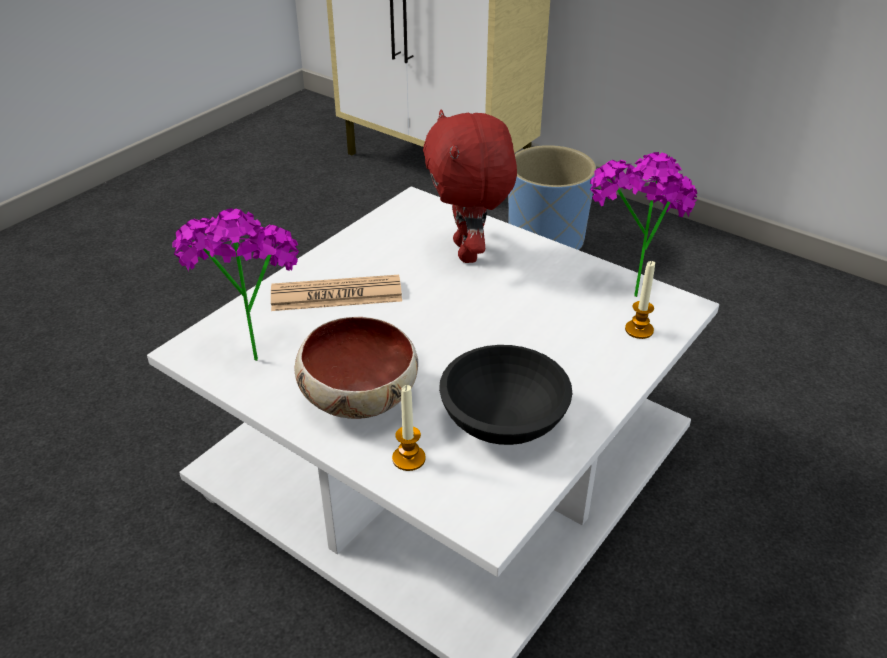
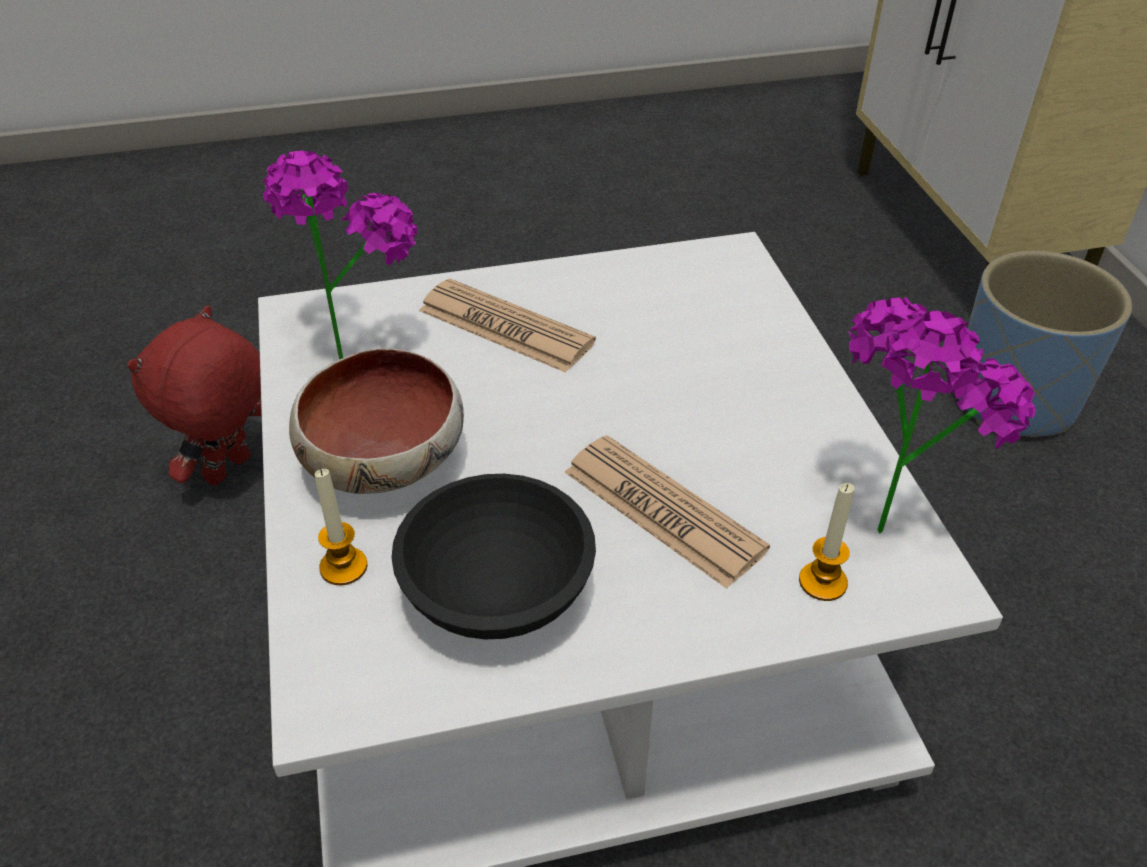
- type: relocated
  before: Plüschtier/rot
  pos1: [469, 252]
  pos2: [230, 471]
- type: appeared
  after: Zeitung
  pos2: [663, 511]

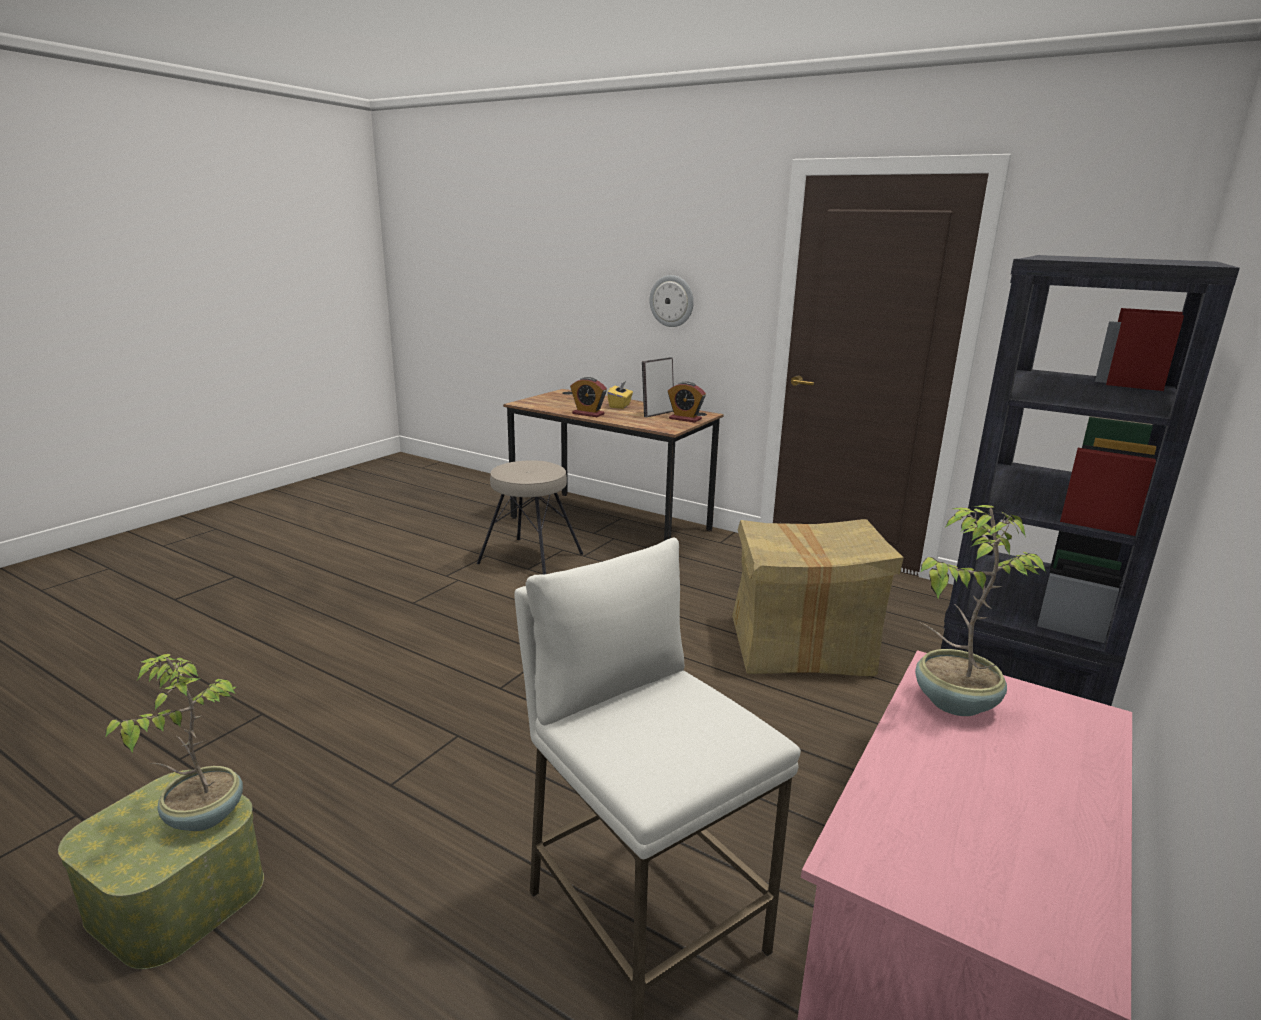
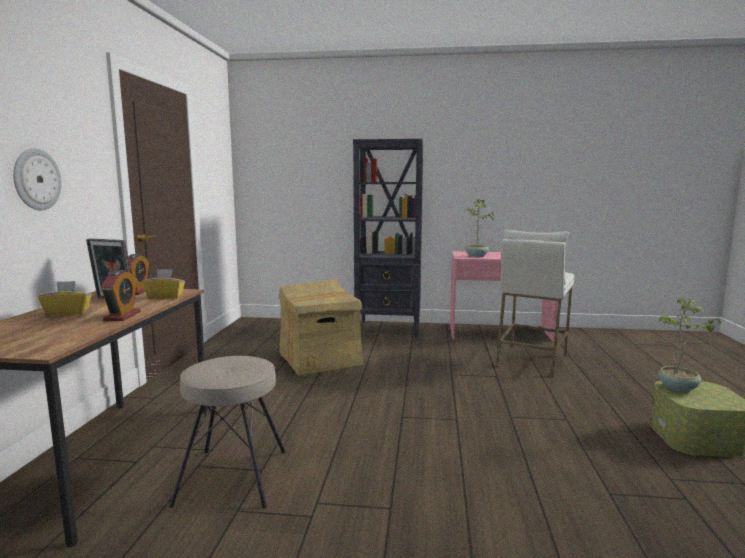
- type: appeared
  after: Taschentuchbox/gelb
  pos2: [165, 296]

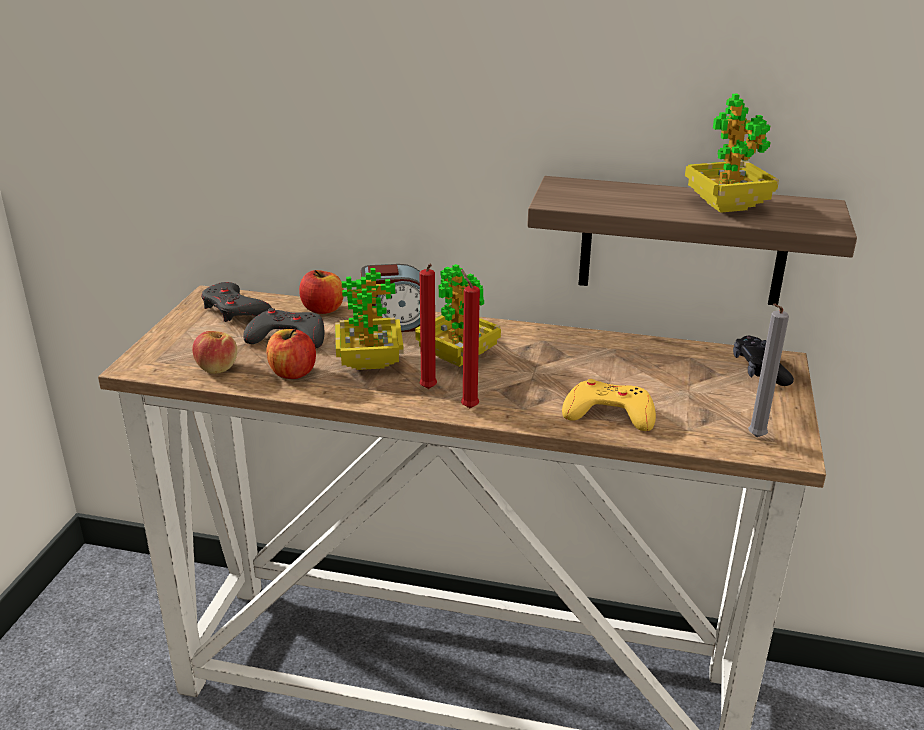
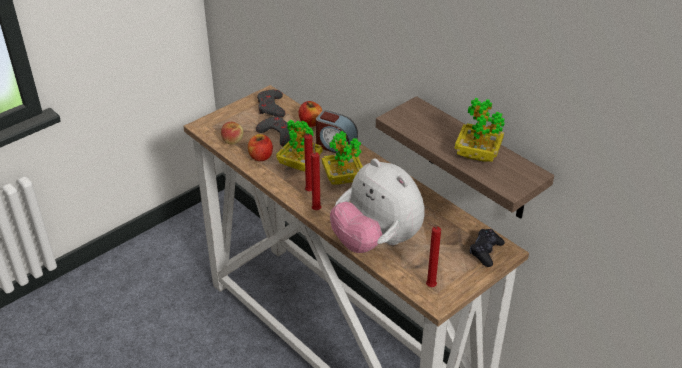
- type: exchanged
  before: Gamepad/gelb
  after: Plüschtier
  pos1: [609, 413]
  pos2: [376, 241]
- type: colour
  before: Kerze/grau
  after: Kerze/rot
  pos1: [754, 438]
  pos2: [429, 286]

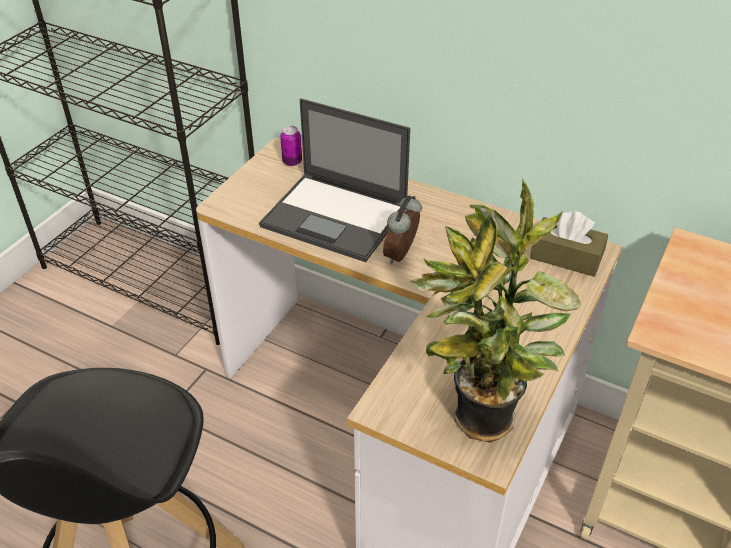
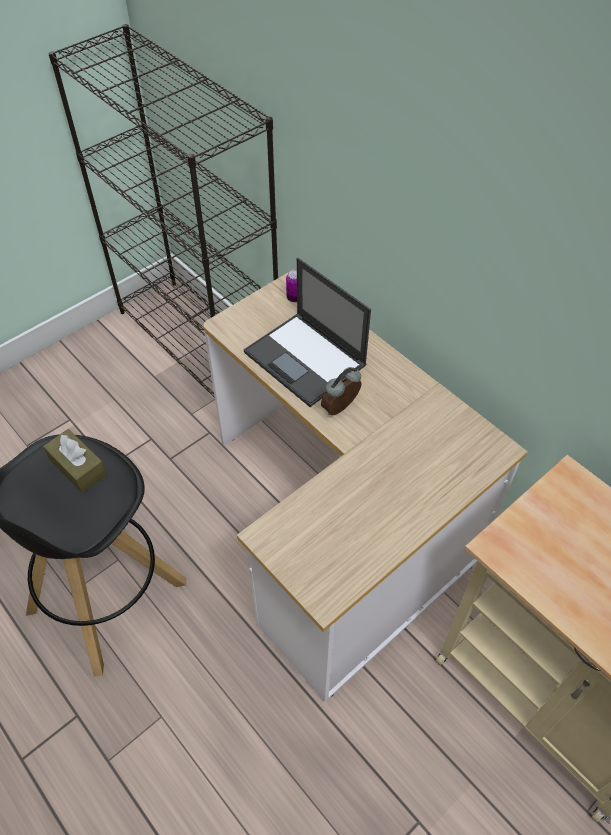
- type: missing
  before: Topfpflanze
  pos1: [479, 423]
- type: relocated
  before: Taschentuchbox/braun
  pos1: [566, 257]
  pos2: [78, 467]

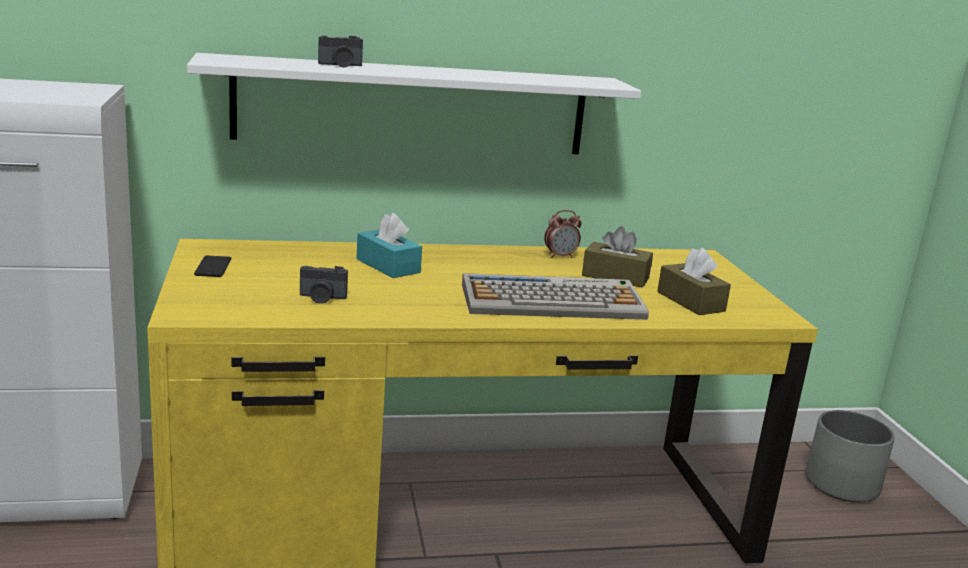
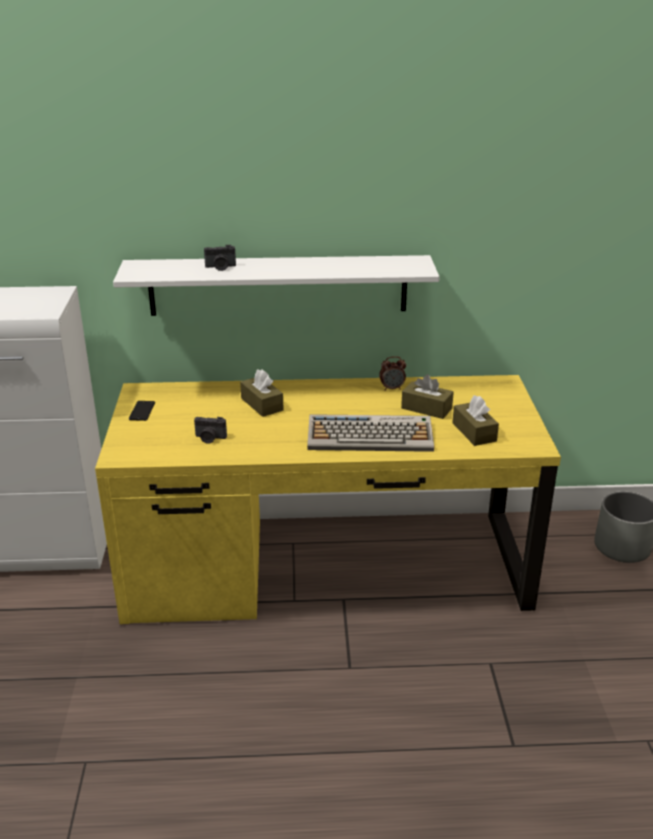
- type: colour
  before: Taschentuchbox/türkis
  after: Taschentuchbox/braun
  pos1: [388, 266]
  pos2: [262, 404]

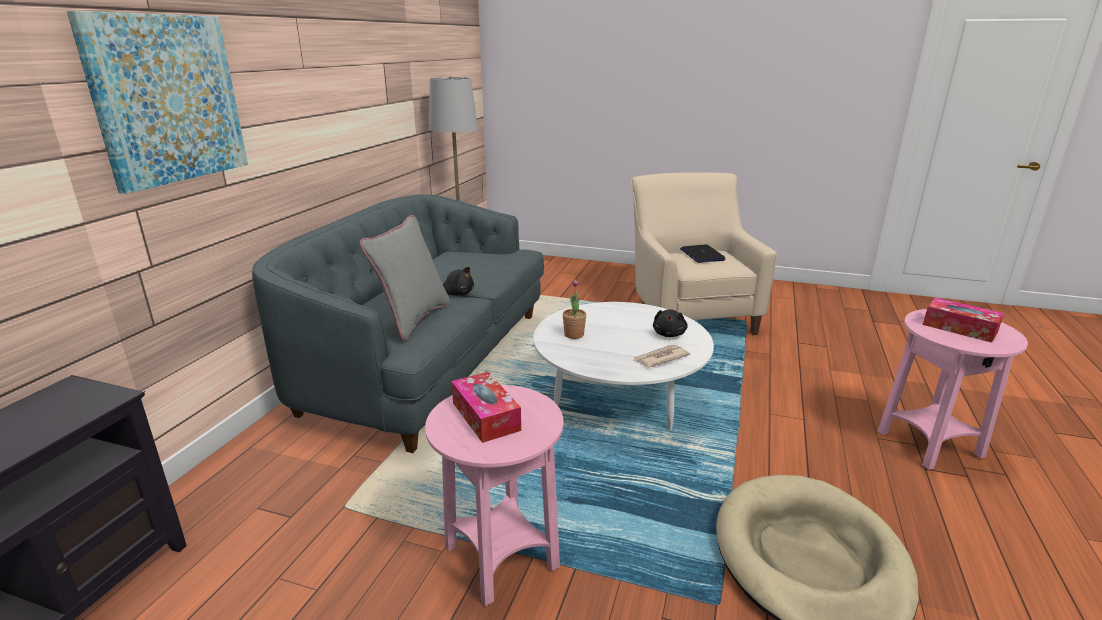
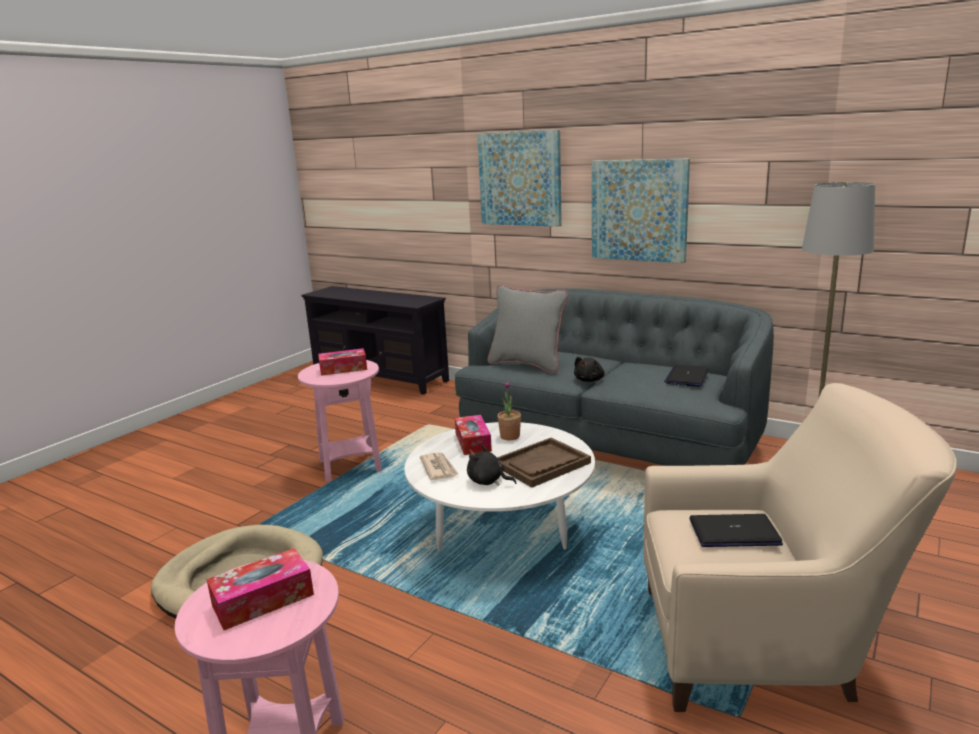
- type: appeared
  after: Taschentuchbox
  pos2: [473, 442]
- type: appeared
  after: Tablett/braun
  pos2: [542, 464]
- type: appeared
  after: Bild
  pos2: [639, 210]
- type: appeared
  after: Laptop
  pos2: [687, 377]

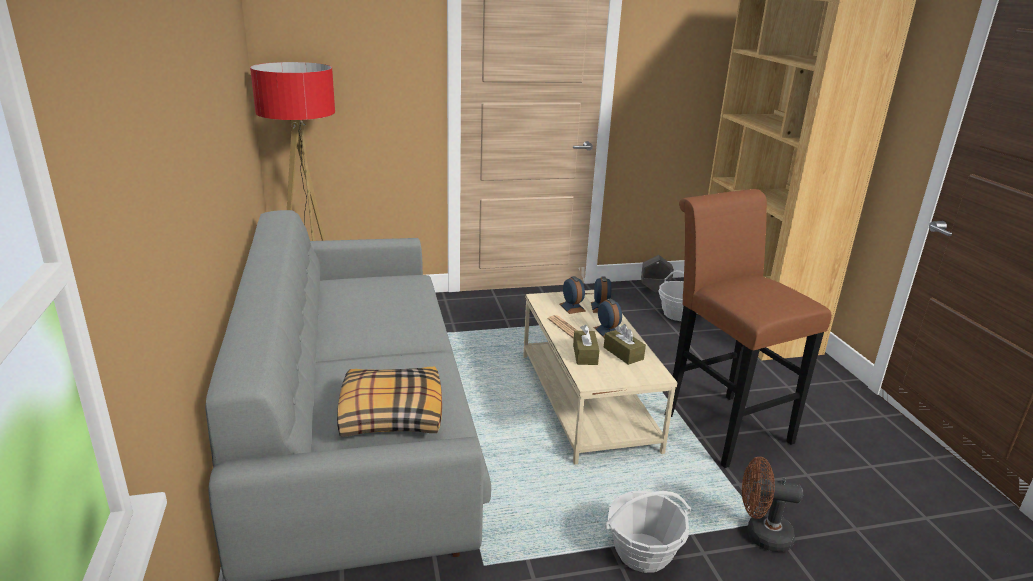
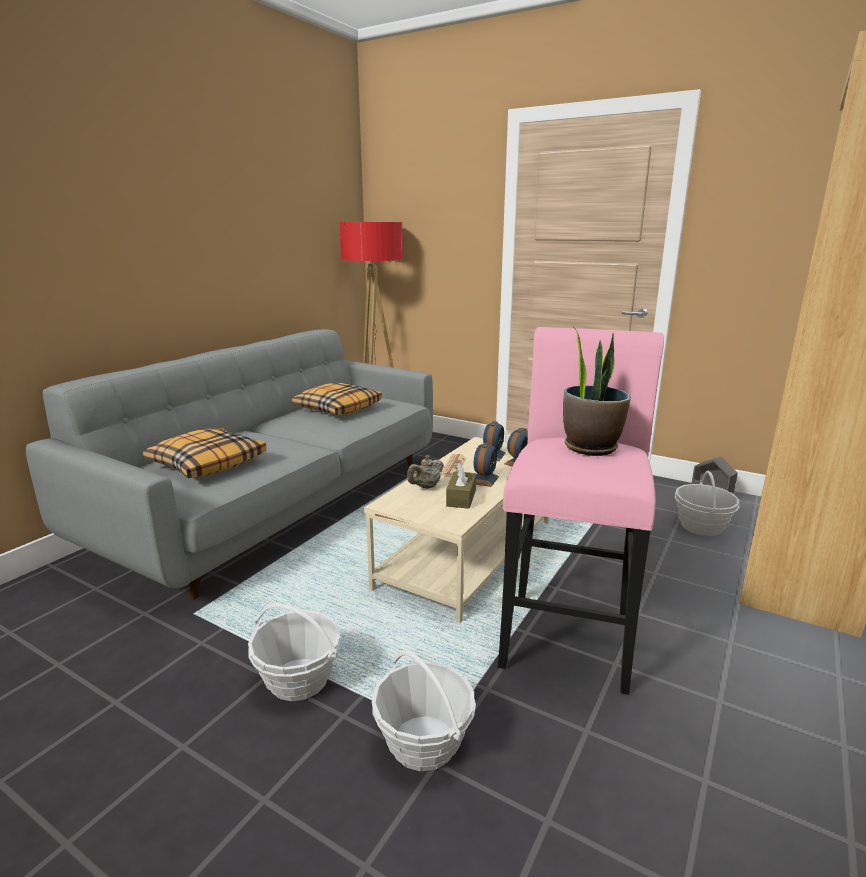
- type: exchanged
  before: Taschentuchbox/braun
  after: Teekanne/beige
  pos1: [585, 354]
  pos2: [426, 487]
- type: colour
  before: Hocker/braun
  after: Hocker/rosa
  pos1: [721, 424]
  pos2: [568, 632]
- type: exchanged
  before: Ventilator/braun
  after: Korb
  pos1: [761, 535]
  pos2: [423, 742]
- type: appeared
  after: Kissen
  pos2: [337, 408]
- type: appeared
  after: Topfpflanze
  pos2: [590, 447]

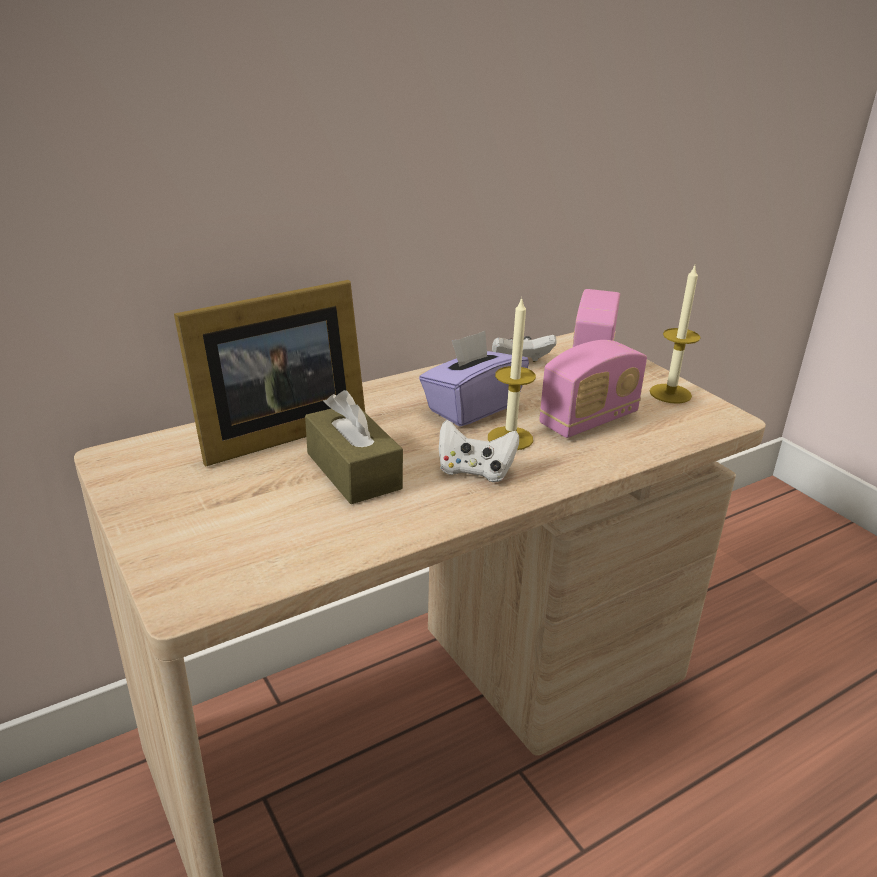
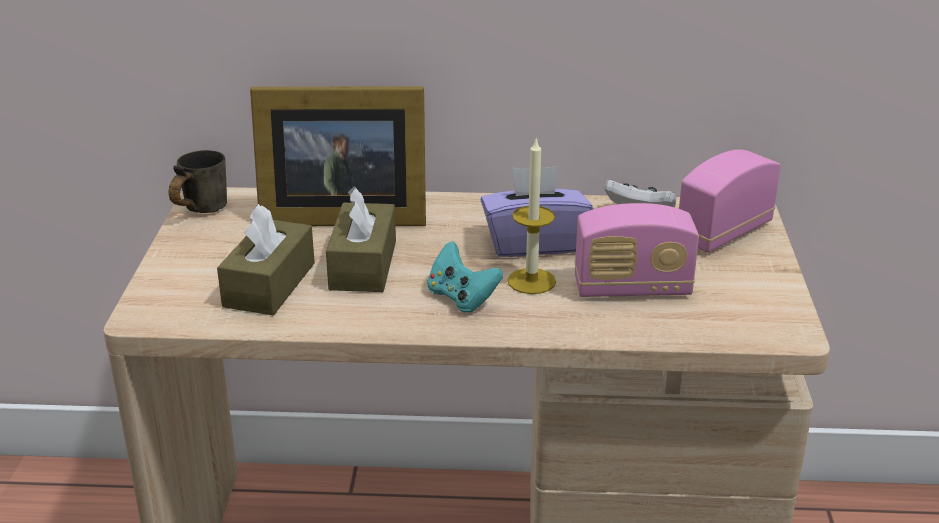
- type: colour
  before: Gamepad/weiß
  after: Gamepad/türkis
  pos1: [475, 471]
  pos2: [461, 298]
- type: missing
  before: Kerze
  pos1: [670, 393]
- type: appeared
  after: Henkelbecher/grau
  pos2: [196, 210]
- type: appeared
  after: Taschentuchbox/braun
  pos2: [269, 285]

